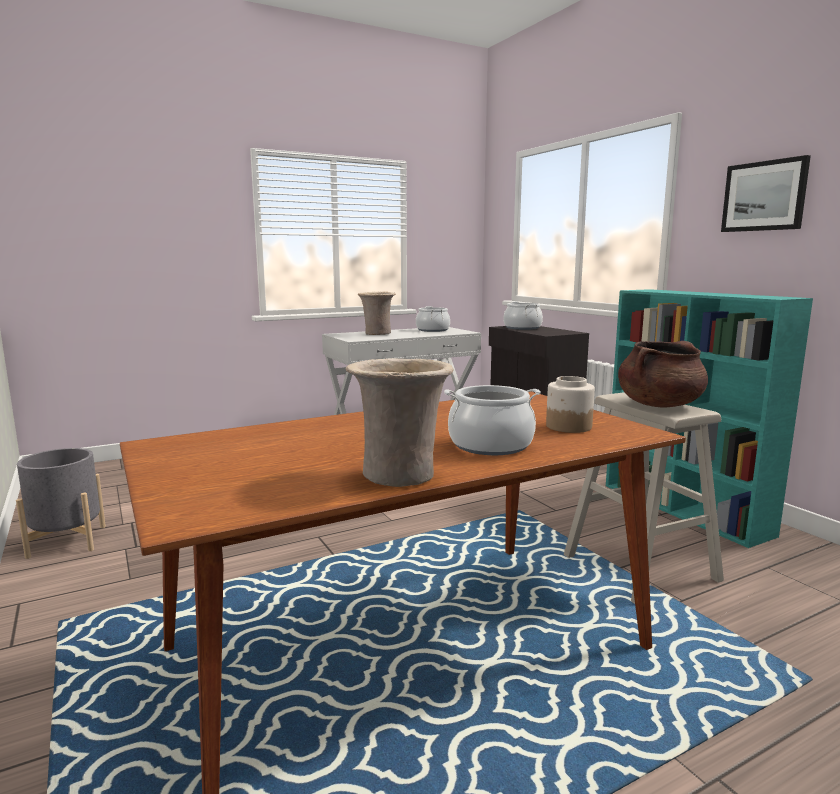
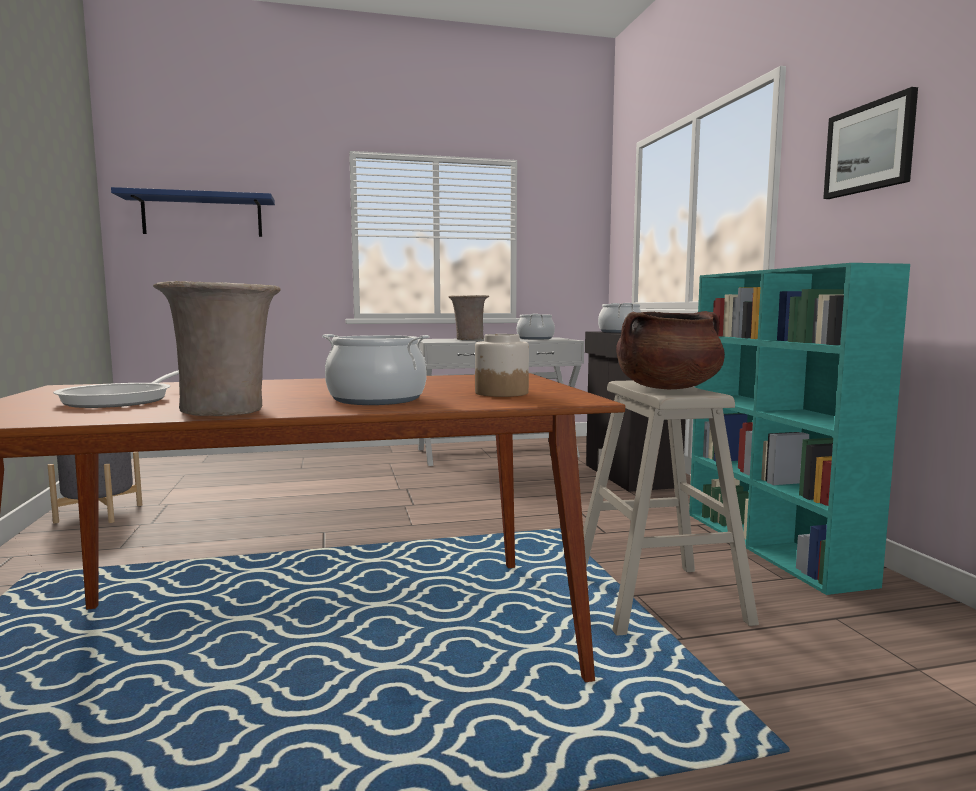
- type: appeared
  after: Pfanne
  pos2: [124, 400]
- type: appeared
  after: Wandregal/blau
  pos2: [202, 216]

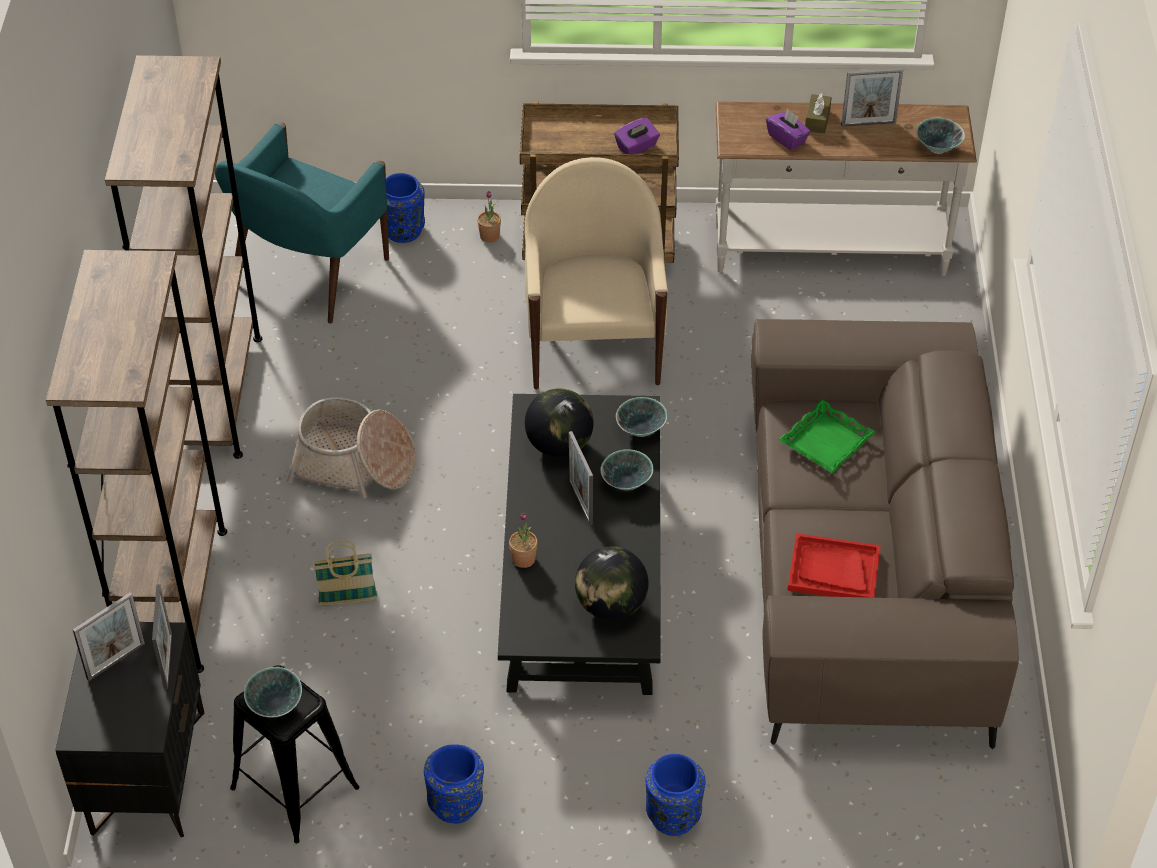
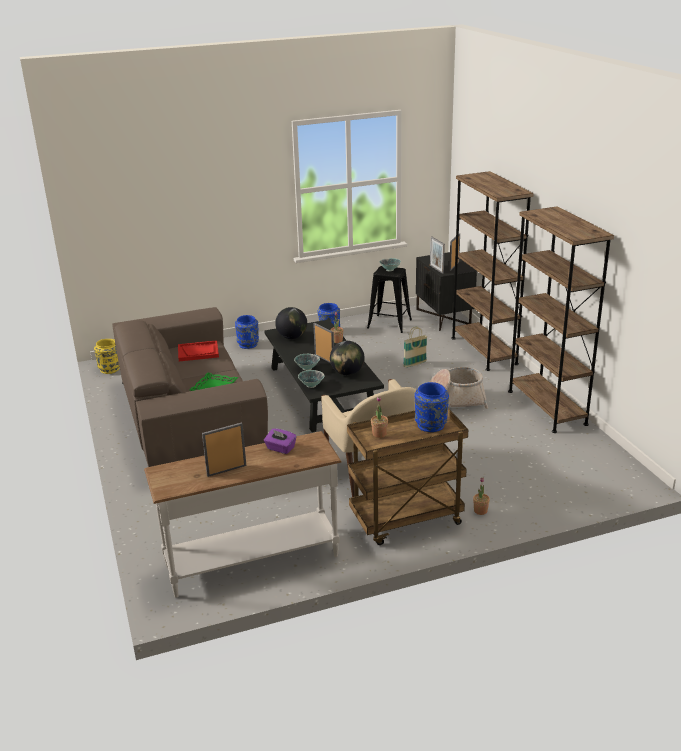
- type: missing
  before: Sessel/türkis
  pos1: [308, 273]
- type: relocated
  before: Vase/blau
  pos1: [403, 229]
  pos2: [431, 426]
- type: exchanged
  before: Taschentuchbox/lila
  after: Topfpflanze
  pos1: [637, 147]
  pos2: [379, 434]
- type: missing
  before: Taschentuchbox/braun
  pos1: [817, 120]
- type: missing
  before: Schüssel
  pos1: [937, 148]
- type: appeared
  after: Vase/gelb
  pos2: [110, 369]

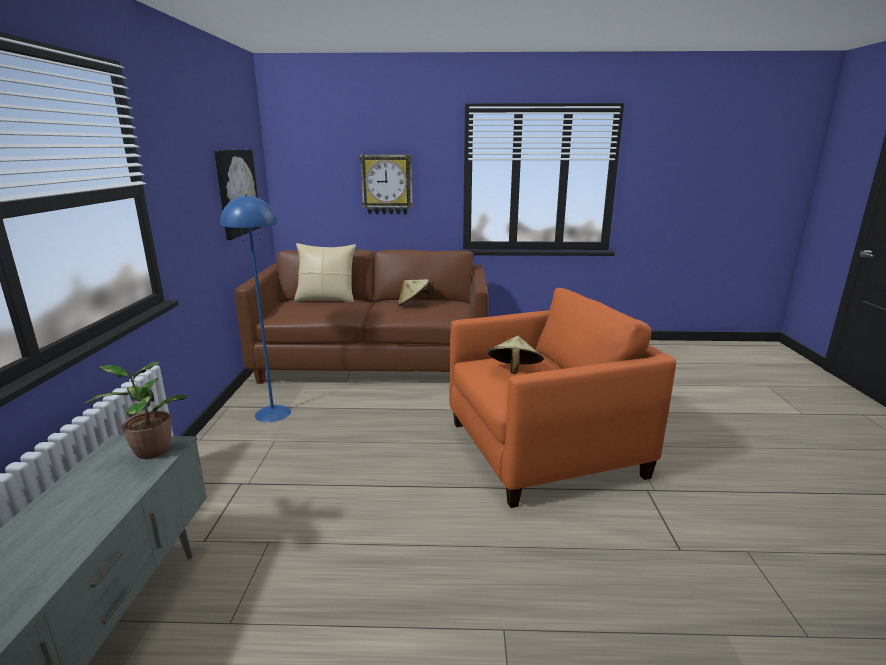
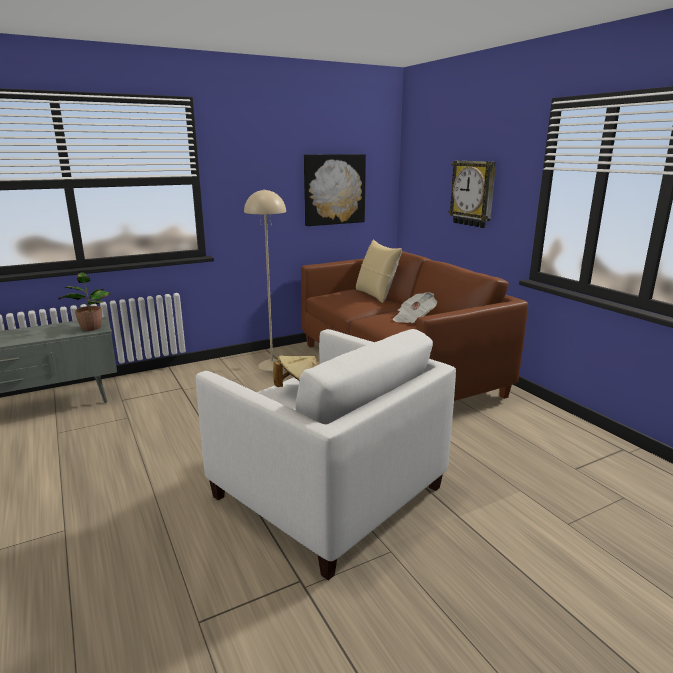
- type: colour
  before: Stehlampe/blau
  after: Stehlampe/beige
  pos1: [273, 413]
  pos2: [272, 365]
- type: exchanged
  before: Hut/beige
  after: Zeitung
  pos1: [414, 304]
  pos2: [413, 319]
- type: colour
  before: Sessel/orange
  after: Sessel/weiß
  pos1: [542, 448]
  pos2: [327, 491]

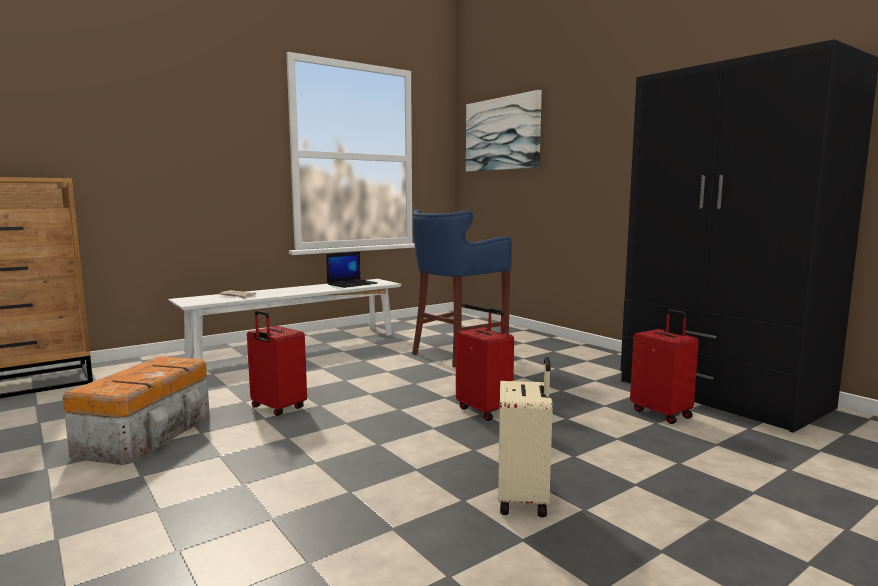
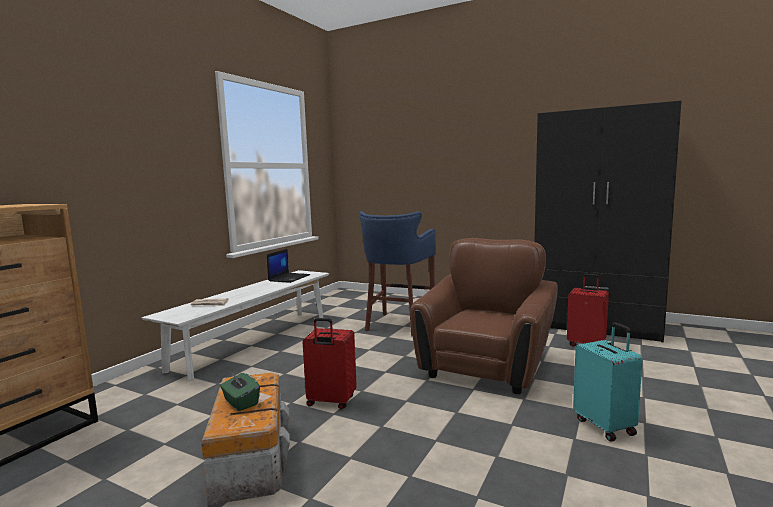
- type: exchanged
  before: Koffer/rot
  after: Sessel/braun
  pos1: [485, 410]
  pos2: [486, 367]
- type: missing
  before: Bild
  pos1: [502, 134]
- type: colour
  before: Koffer/beige
  after: Koffer/türkis
  pos1: [524, 499]
  pos2: [605, 426]
- type: appeared
  after: Taschentuchbox/grün
  pos2: [240, 403]

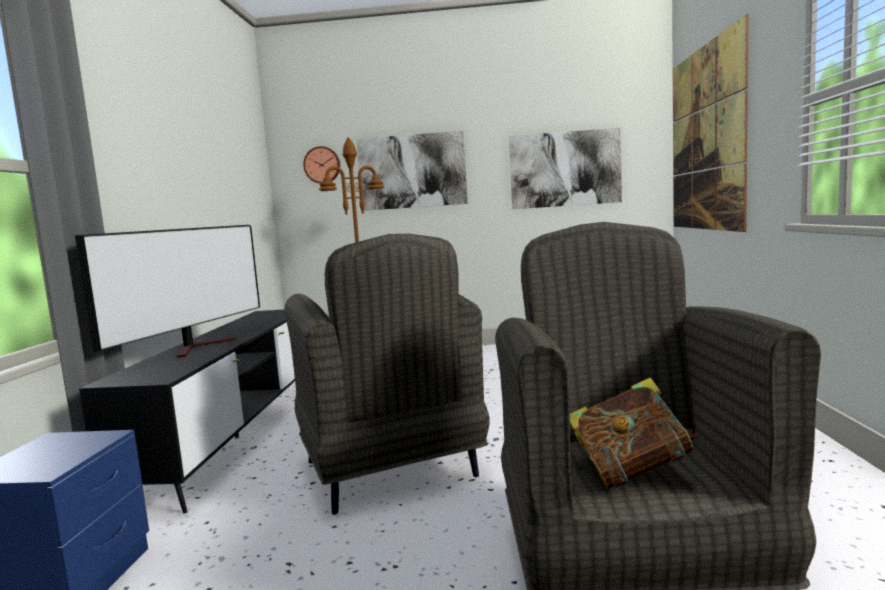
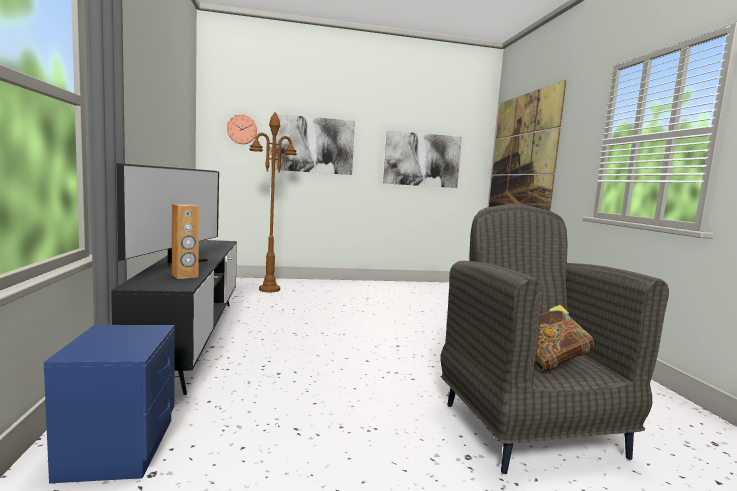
- type: missing
  before: Sessel/grau
  pos1: [391, 471]
- type: appeared
  after: Lautsprecher/braun
  pos2: [185, 276]

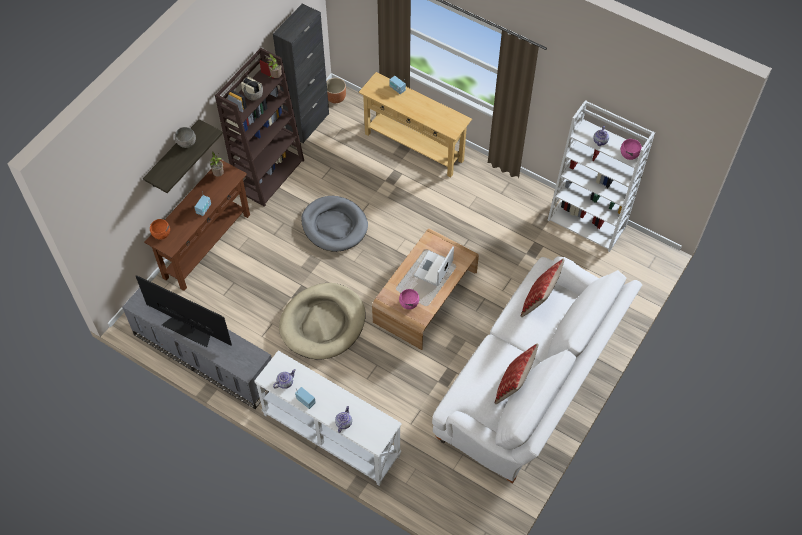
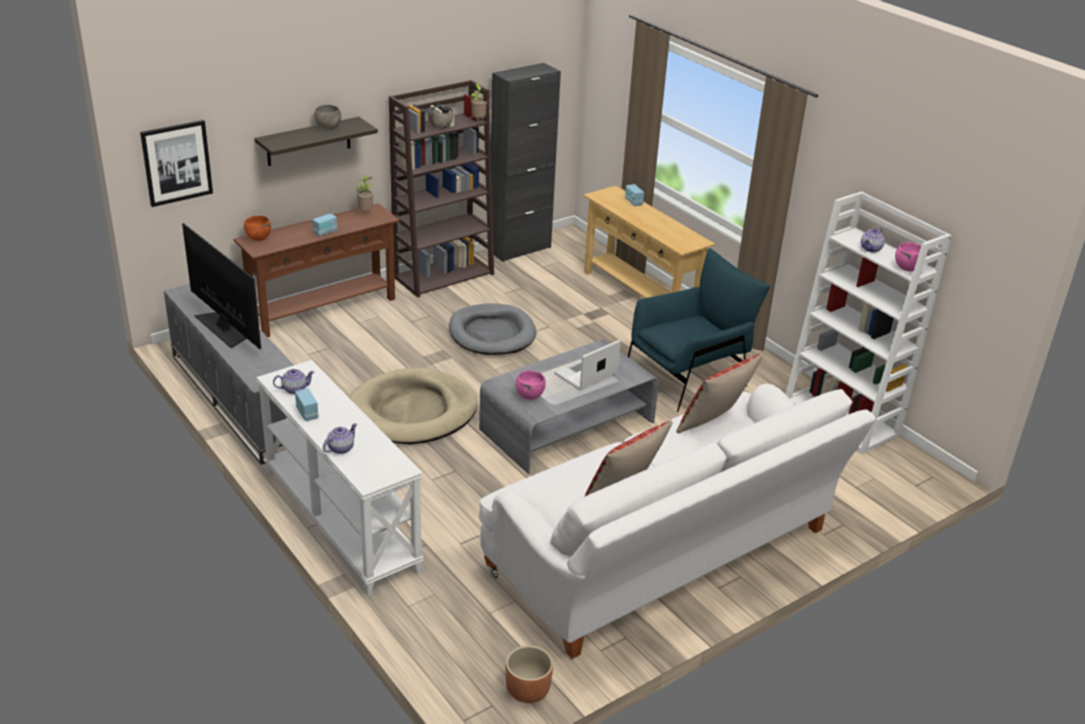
- type: relocated
  before: Pflanzkübel/braun
  pos1: [336, 98]
  pos2: [527, 691]
- type: colour
  before: Couchtisch/braun
  after: Couchtisch/grau
  pos1: [425, 297]
  pos2: [567, 425]
- type: appeared
  after: Bild
  pos2: [176, 162]
- type: appeared
  after: Sessel/blau
  pos2: [688, 377]

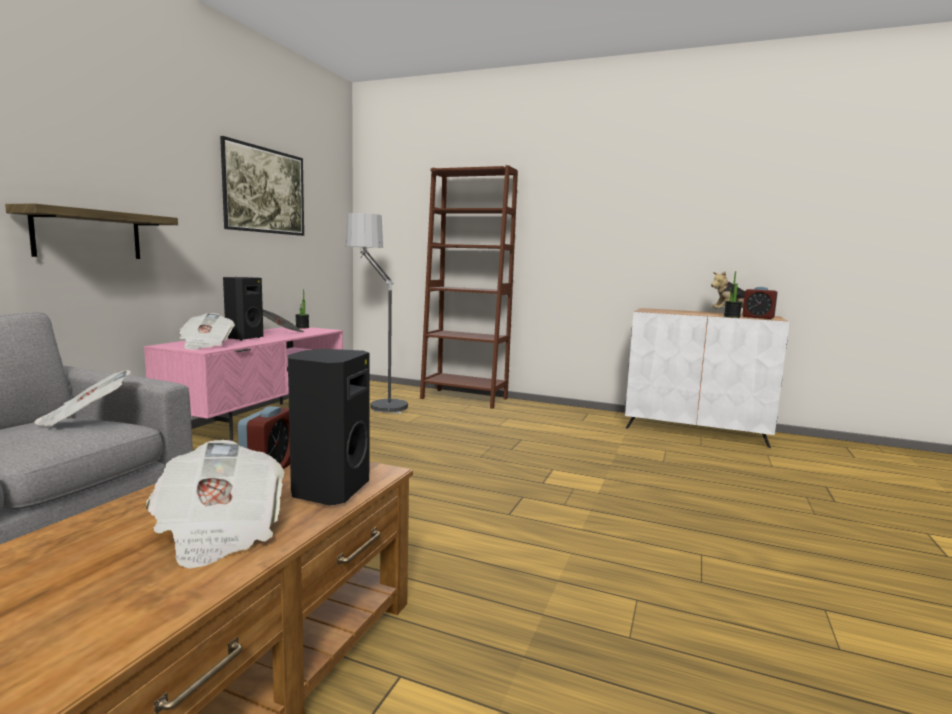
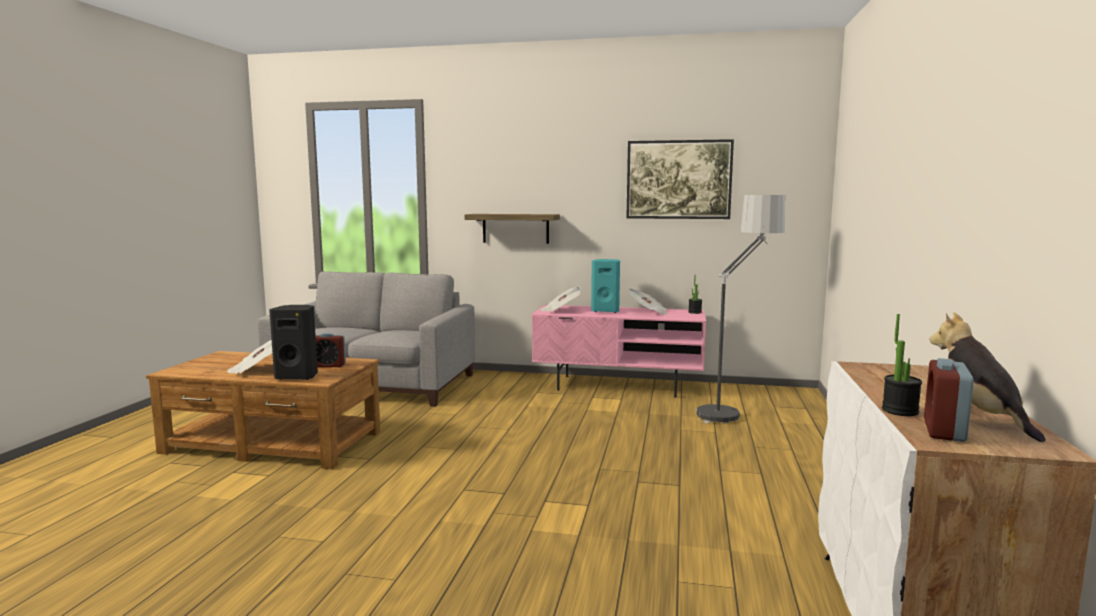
- type: missing
  before: Zeitung
  pos1: [84, 420]
- type: colour
  before: Lautsprecher/schwarz
  after: Lautsprecher/türkis
  pos1: [243, 338]
  pos2: [606, 311]
- type: missing
  before: Bücherregal/braun
  pos1: [464, 398]

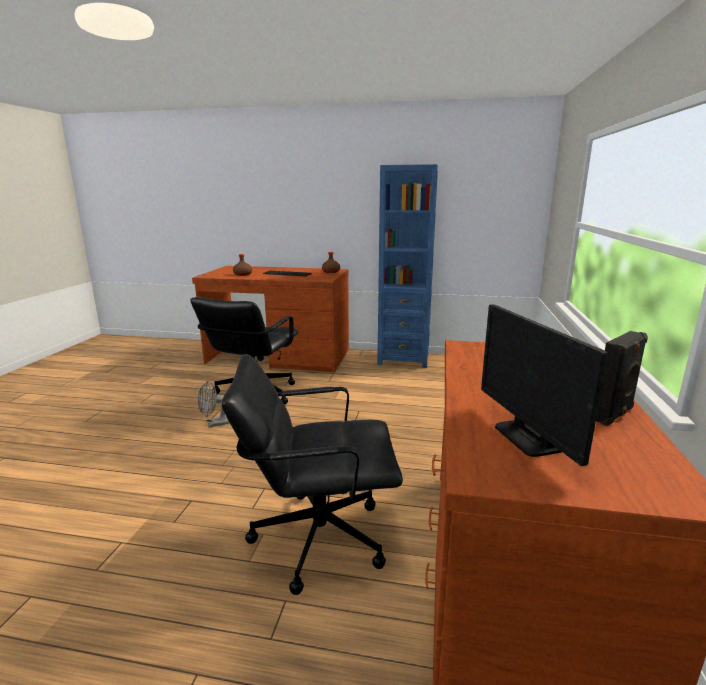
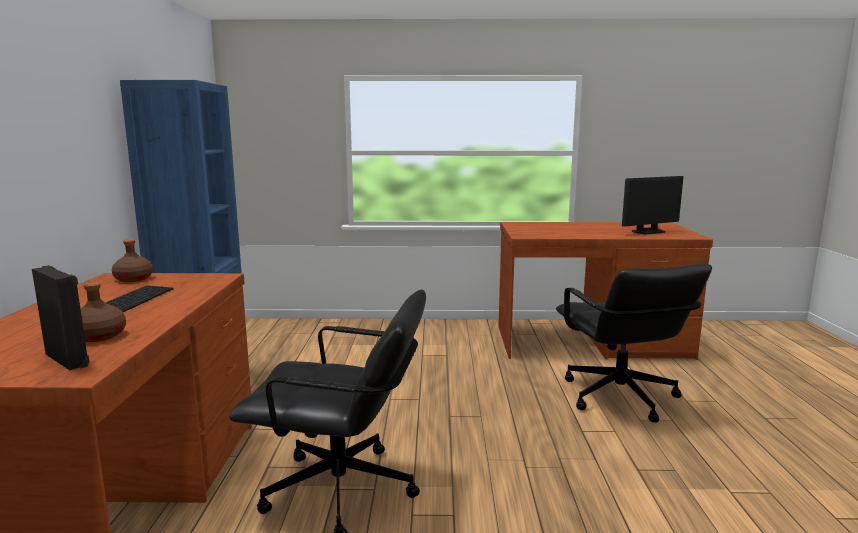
- type: missing
  before: Ventilator/grau
  pos1: [214, 424]
- type: relocated
  before: Lautsprecher/schwarz
  pos1: [614, 415]
  pos2: [69, 359]

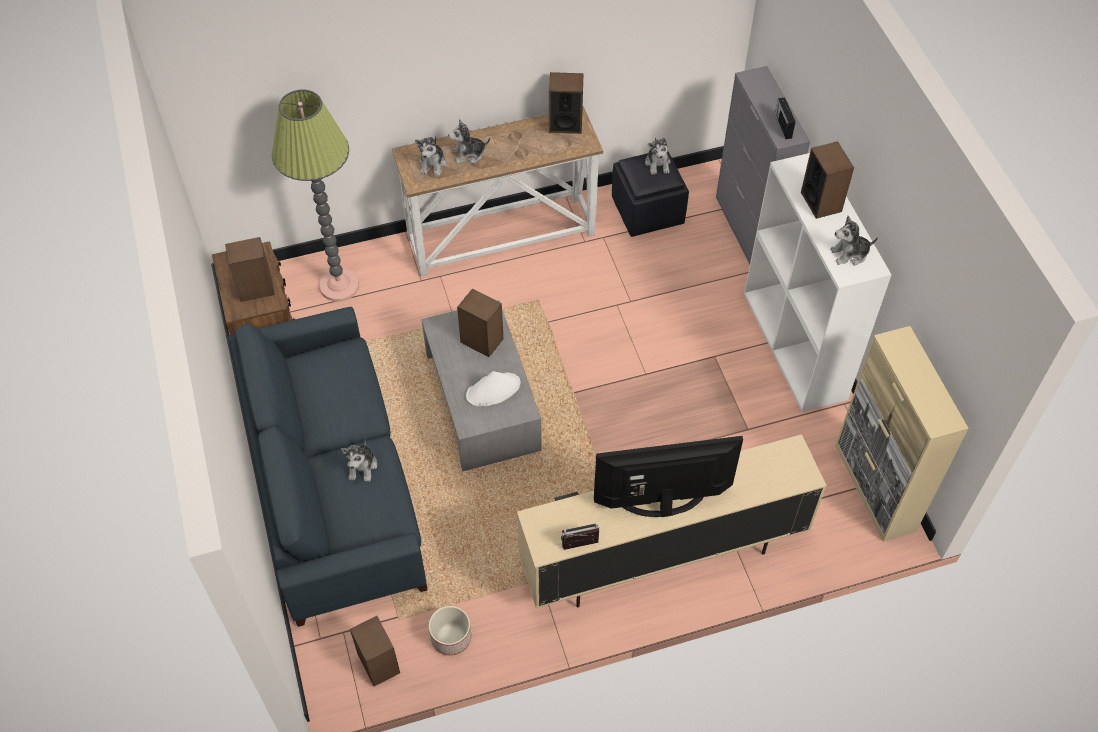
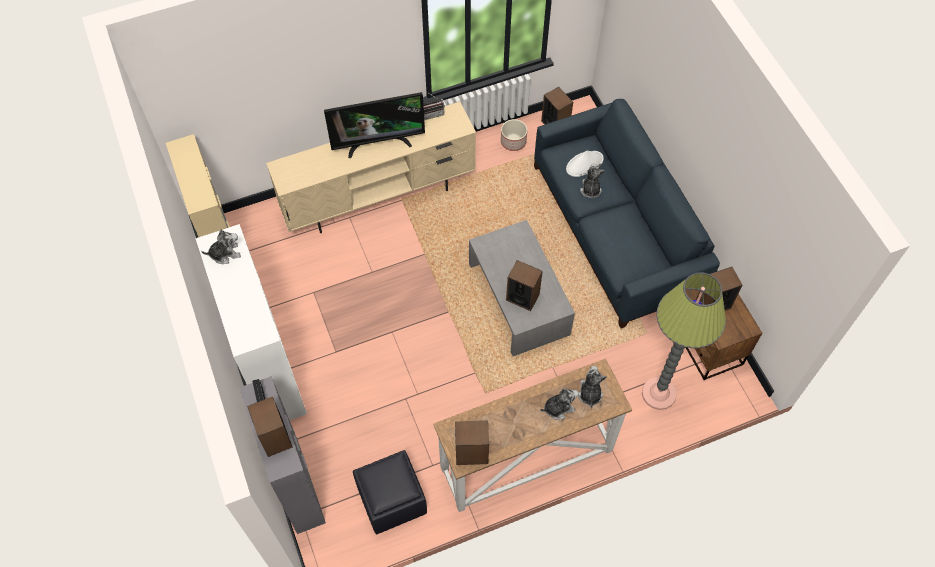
- type: relocated
  before: Hut/weiß
  pos1: [493, 390]
  pos2: [584, 164]
- type: missing
  before: Plüschtier
  pos1: [658, 163]
- type: relocated
  before: Lautsprecher
  pos1: [821, 201]
  pos2: [275, 437]

